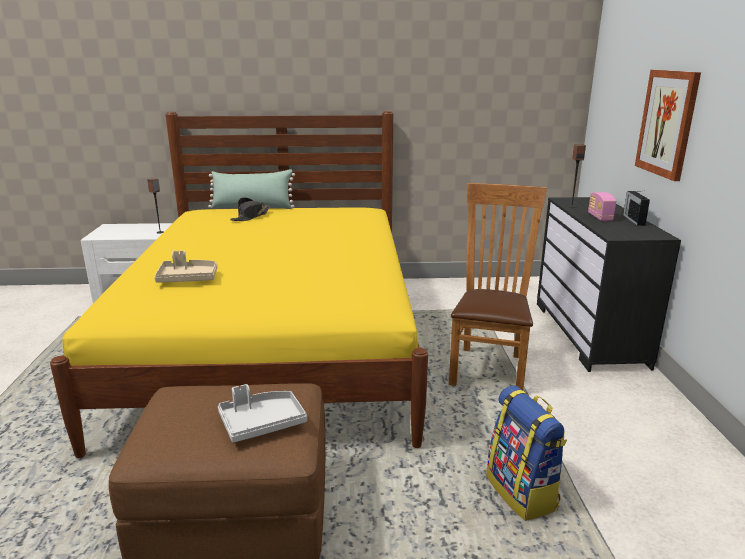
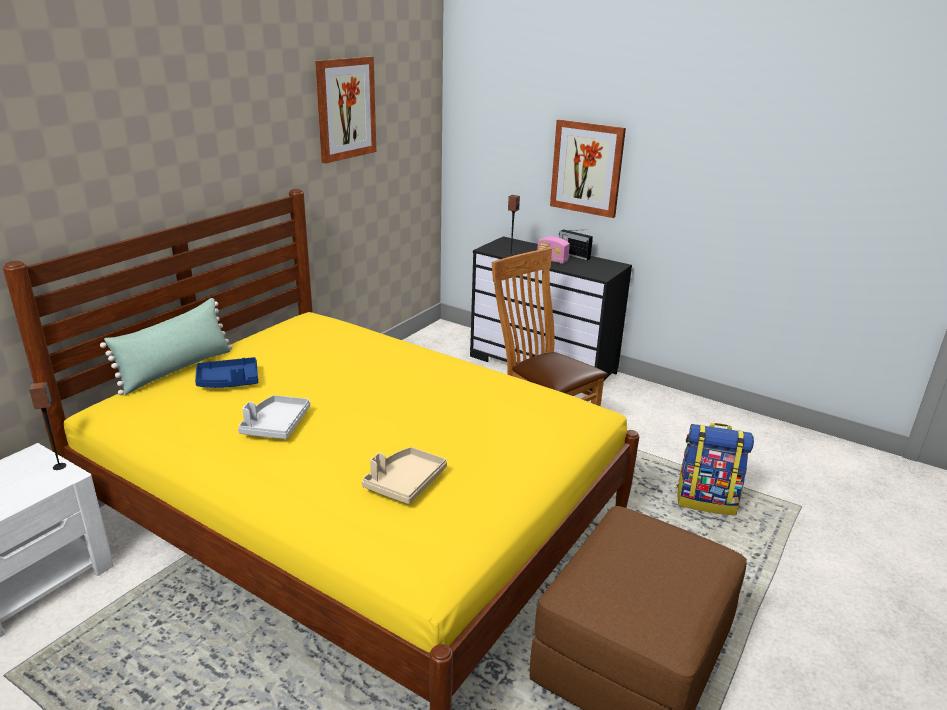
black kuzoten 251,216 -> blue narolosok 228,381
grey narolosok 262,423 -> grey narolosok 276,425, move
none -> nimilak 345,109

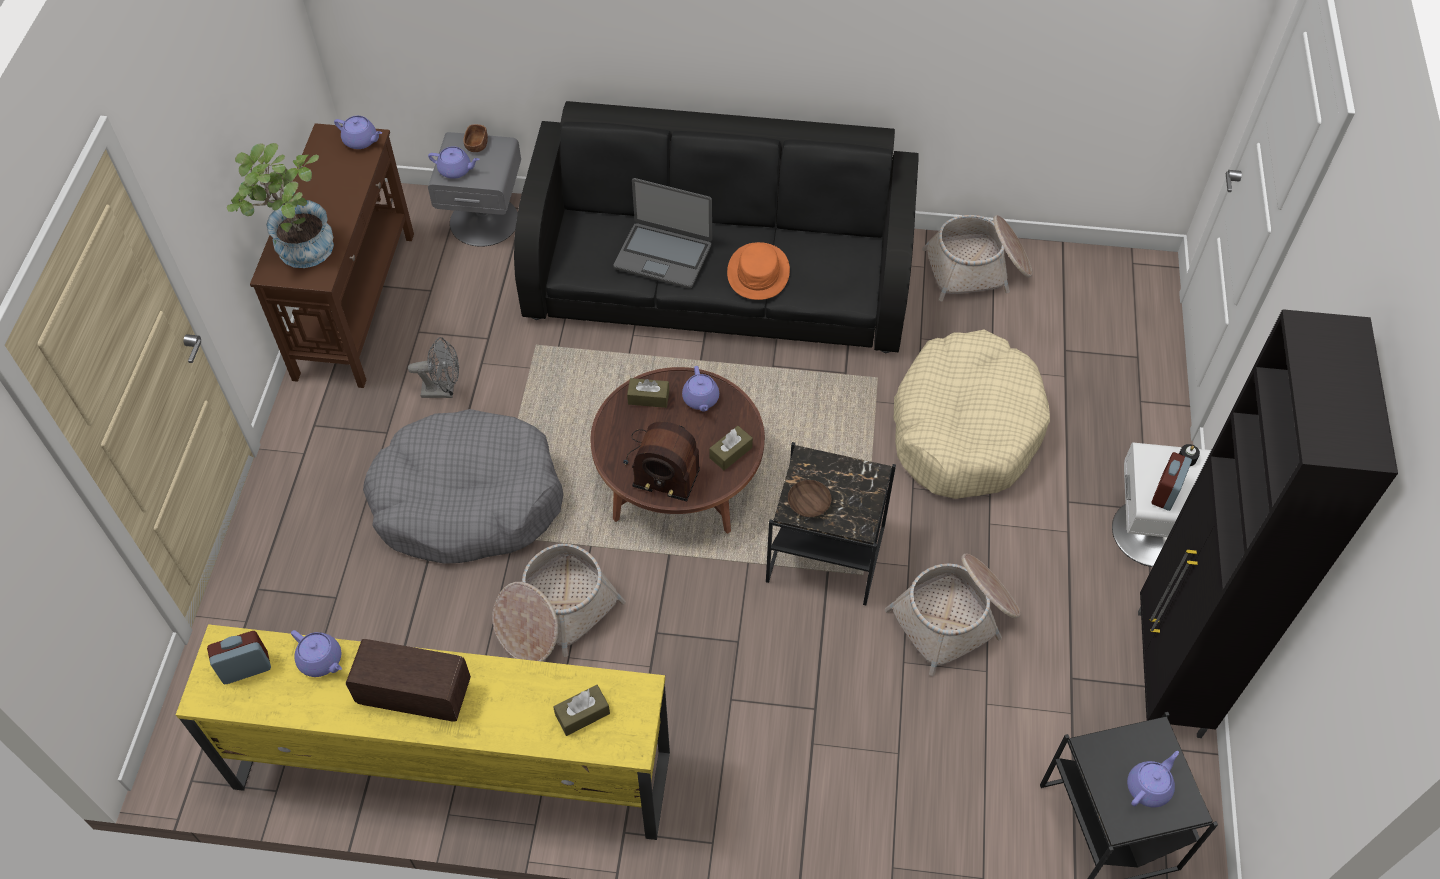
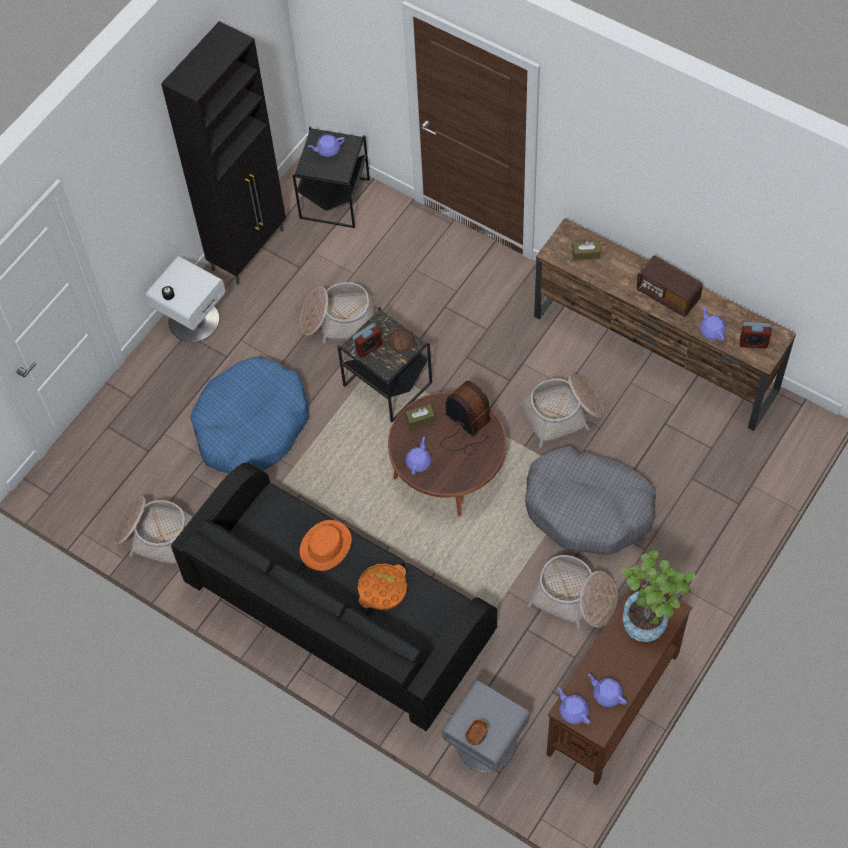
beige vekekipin 965,428 -> blue vekekipin 251,426
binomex 1166,492 -> binomex 368,347, move
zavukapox 663,255 -> orange narolosok 382,589
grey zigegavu 443,390 -> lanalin 574,598
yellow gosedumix 451,769 -> brown gosedumix 655,354
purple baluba 456,170 -> purple baluba 606,694, move
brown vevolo 648,398 -> none

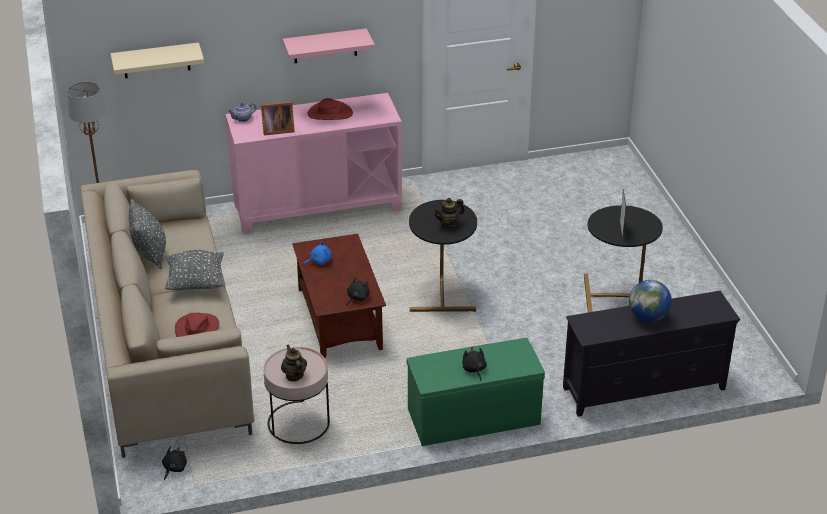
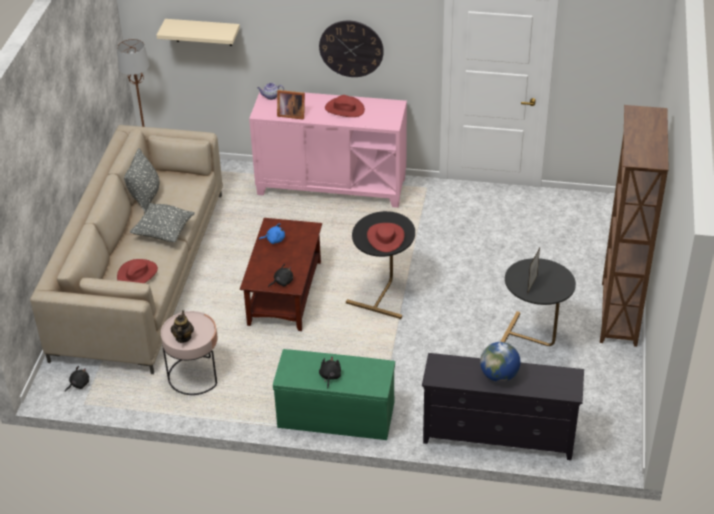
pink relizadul 325,46 -> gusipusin 351,48
baluba 448,224 -> red kuzoten 385,237
none -> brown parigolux 618,314

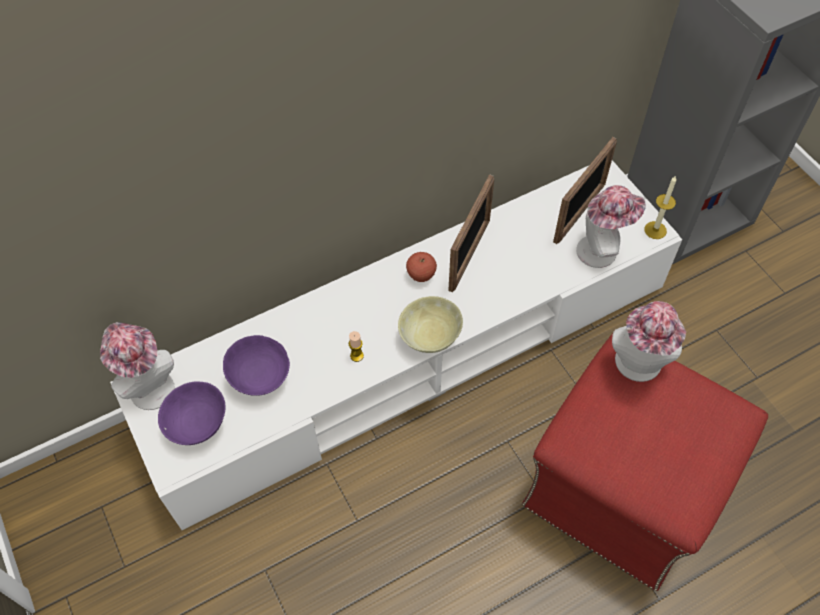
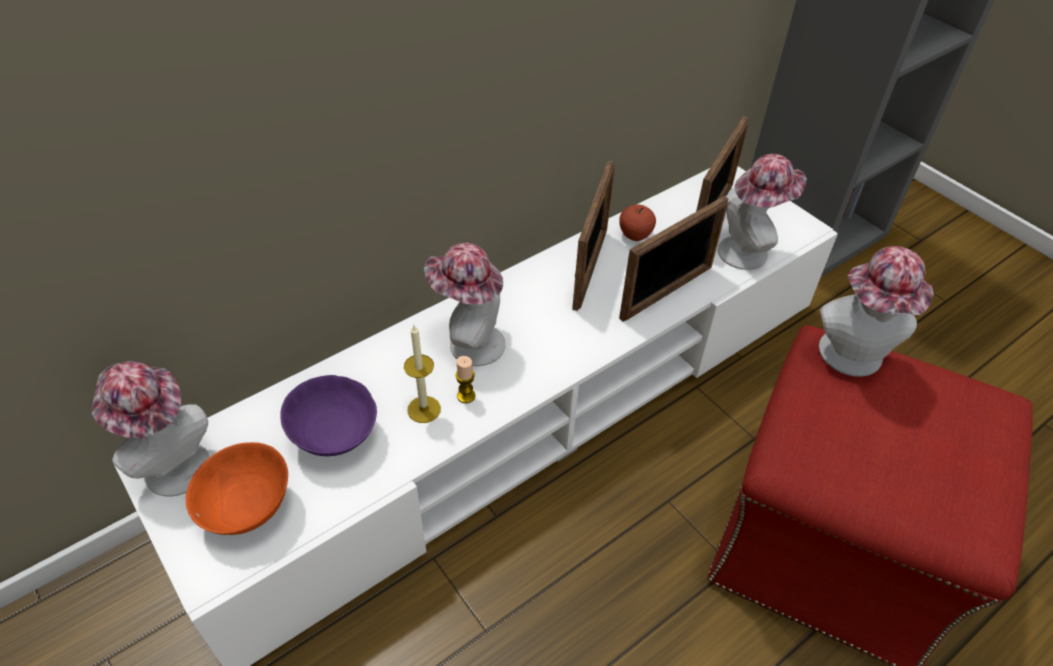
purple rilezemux 197,425 -> orange rilezemux 247,509
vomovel 655,230 -> vomovel 424,409, move
none -> kuzoten 469,343
none -> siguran 667,292
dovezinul 421,275 -> dovezinul 635,235, move
beige rilezemux 429,337 -> none

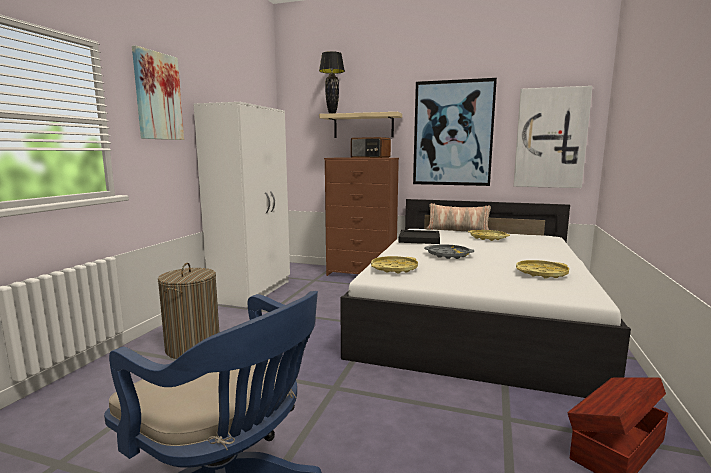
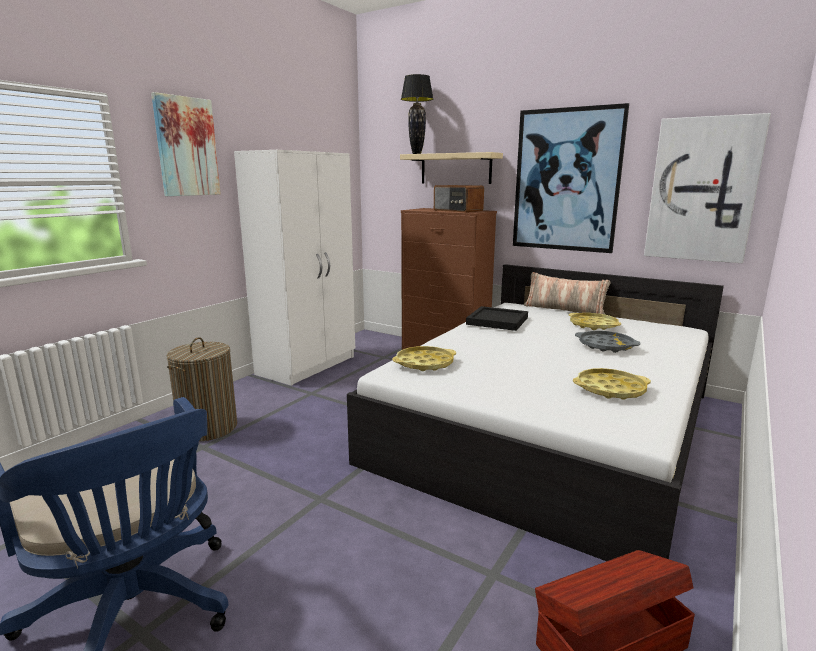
grey narolosok 448,255 -> grey narolosok 606,346, move

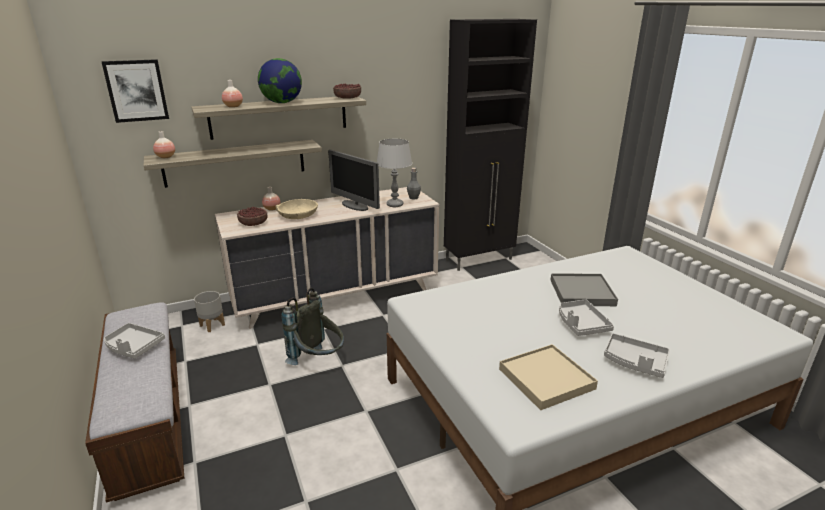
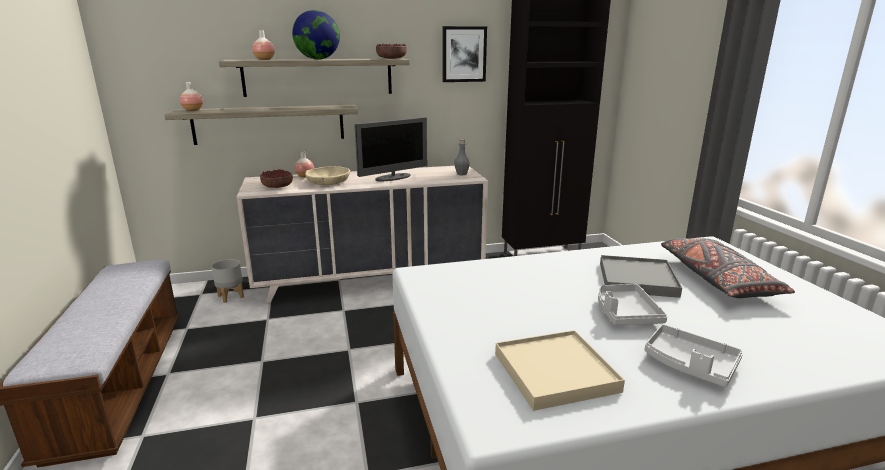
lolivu 355,206 -> lolivu 393,177, 90 degrees counterclockwise
nimilak 136,90 -> nimilak 464,54, move
none -> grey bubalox 716,279
grey narolosok 133,347 -> none
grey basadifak 318,361 -> none
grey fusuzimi 395,205 -> none

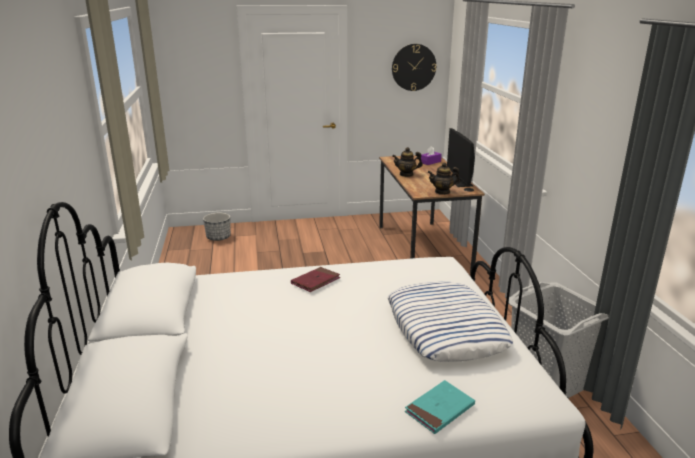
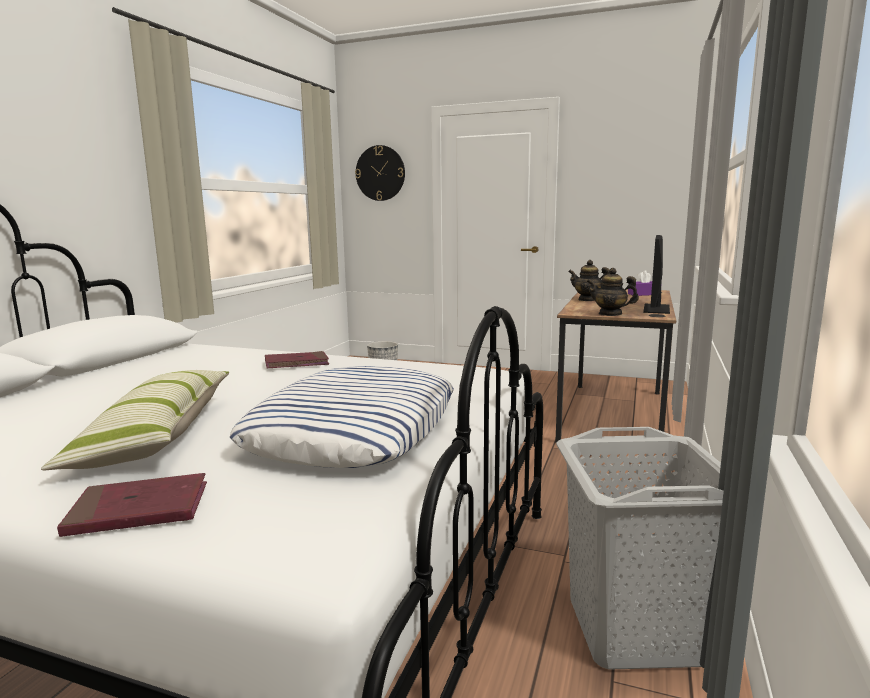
none -> bubalox 156,436
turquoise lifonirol 439,409 -> red lifonirol 139,510
gusipusin 413,67 -> gusipusin 380,173, move

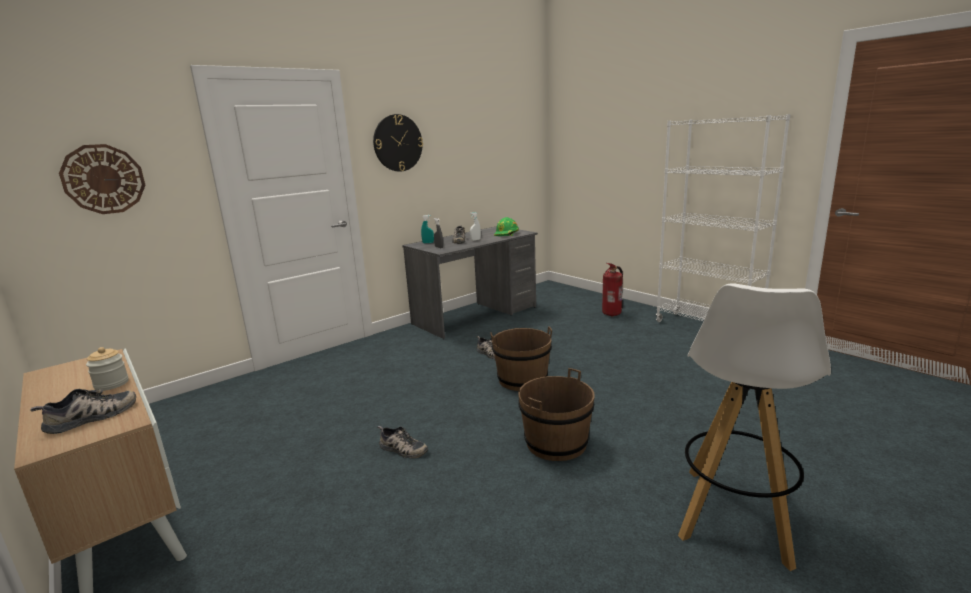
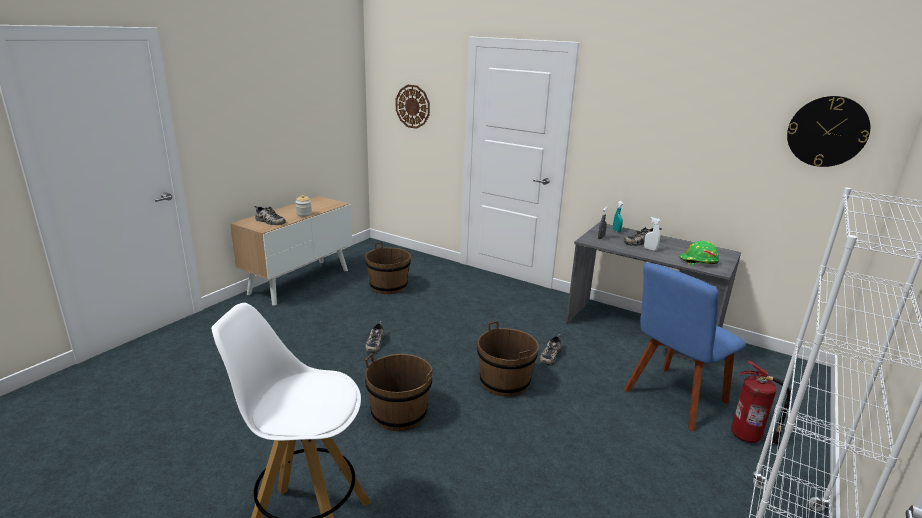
none -> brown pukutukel 388,286
none -> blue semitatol 673,399
gusipusin 398,143 -> gusipusin 827,131, move

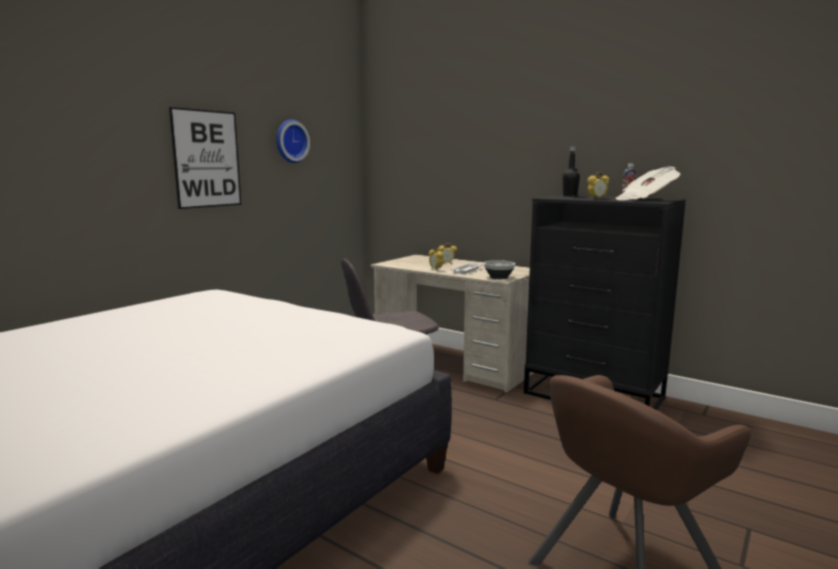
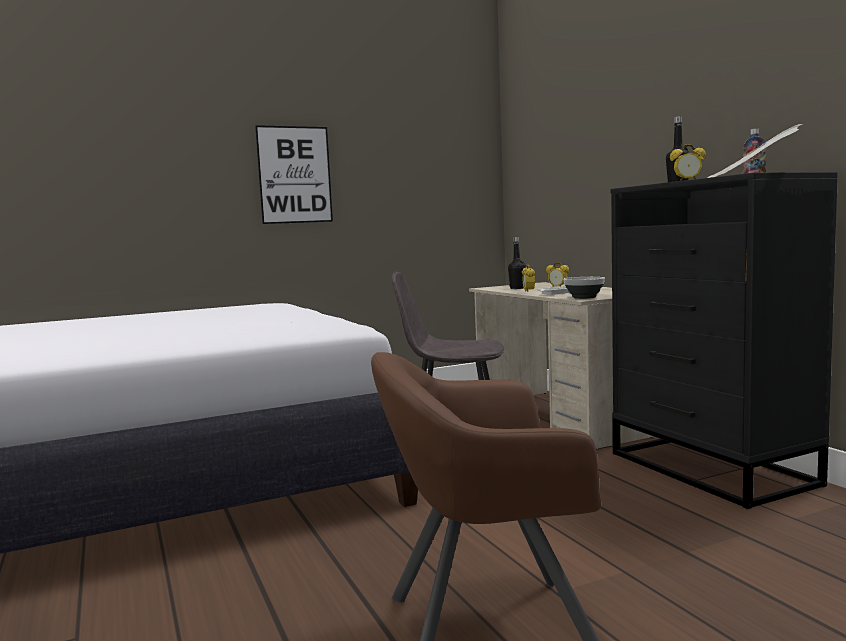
none -> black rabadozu 517,288
gusipusin 290,141 -> none

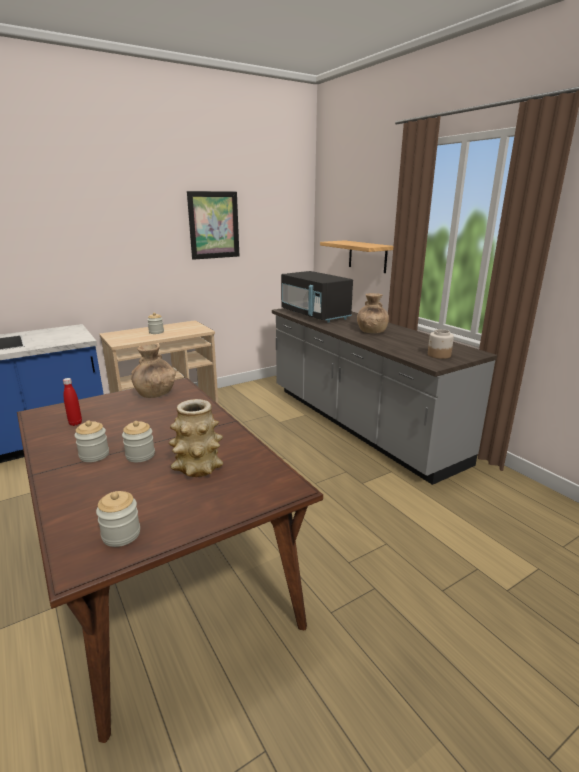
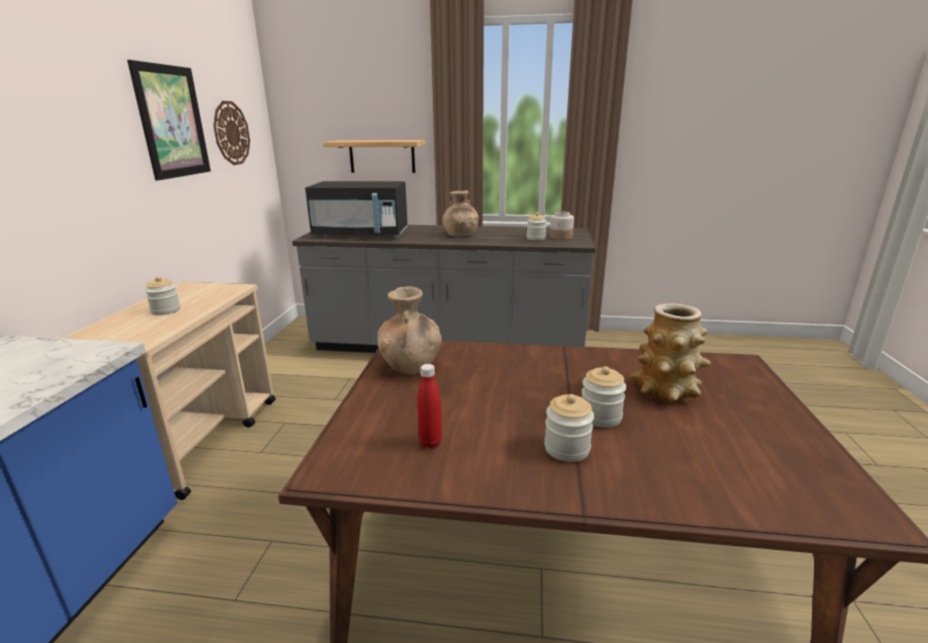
none -> gusipusin 231,133
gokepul 121,534 -> gokepul 536,238, move

